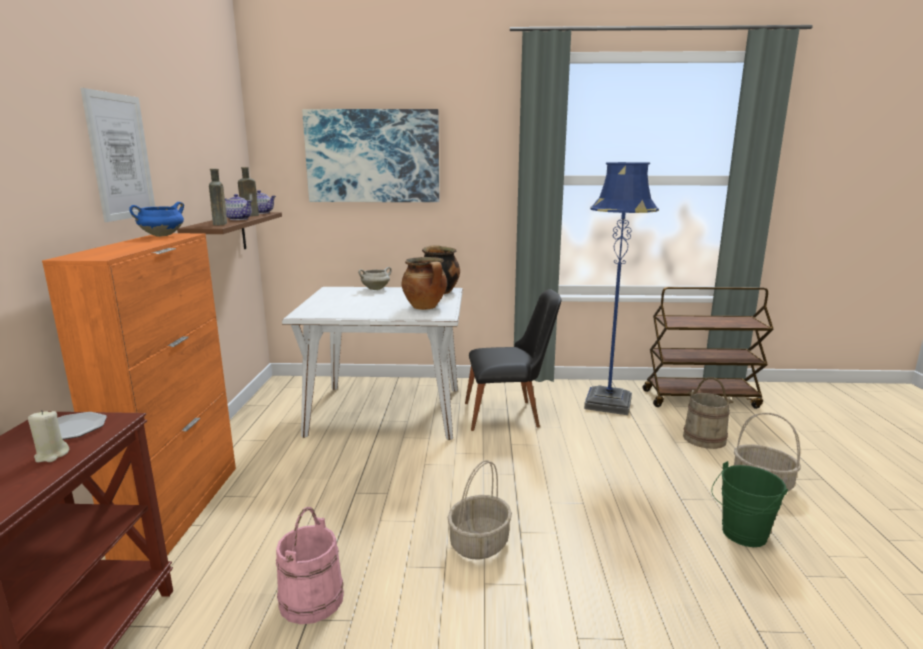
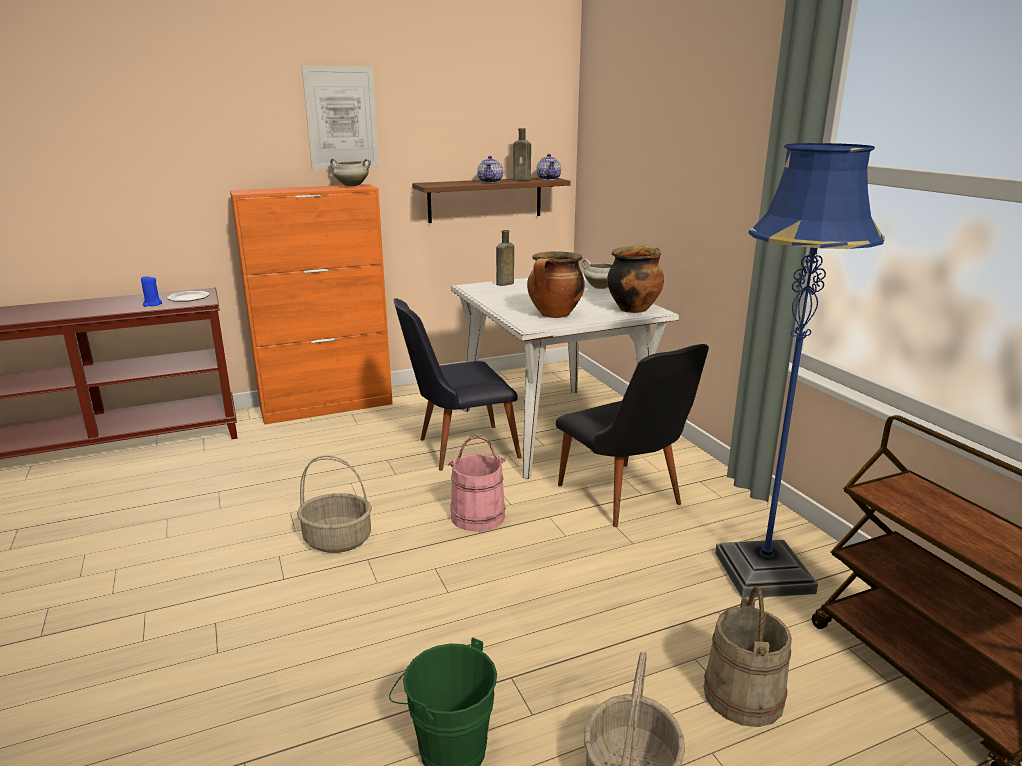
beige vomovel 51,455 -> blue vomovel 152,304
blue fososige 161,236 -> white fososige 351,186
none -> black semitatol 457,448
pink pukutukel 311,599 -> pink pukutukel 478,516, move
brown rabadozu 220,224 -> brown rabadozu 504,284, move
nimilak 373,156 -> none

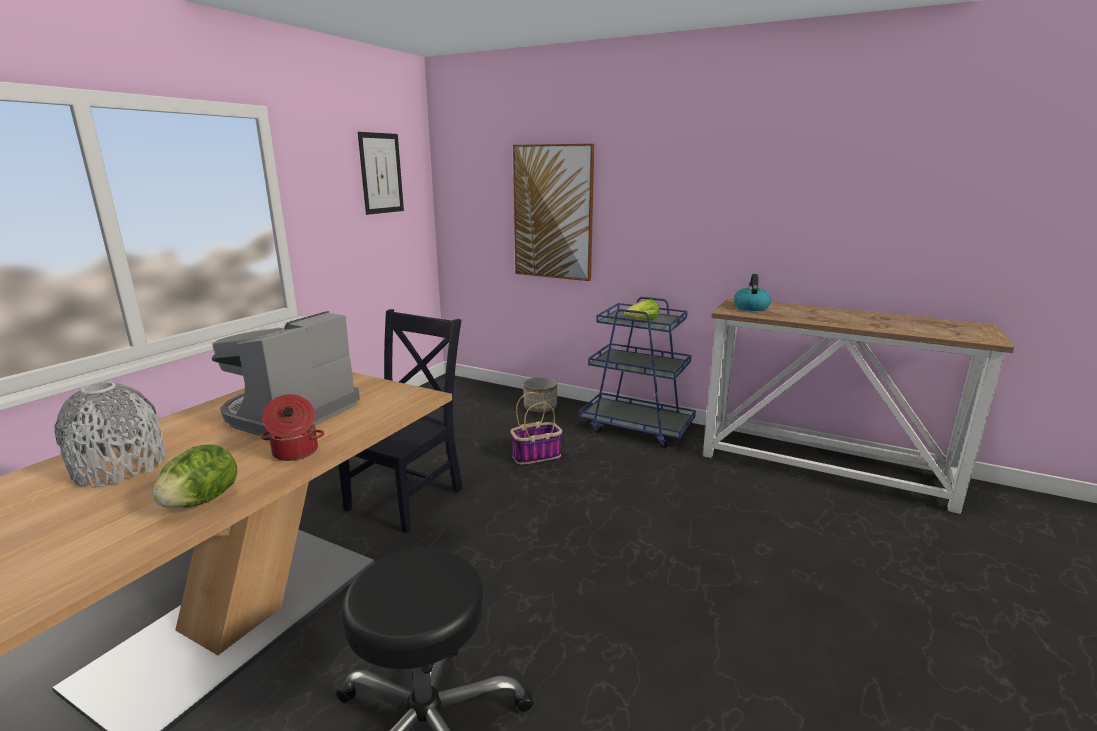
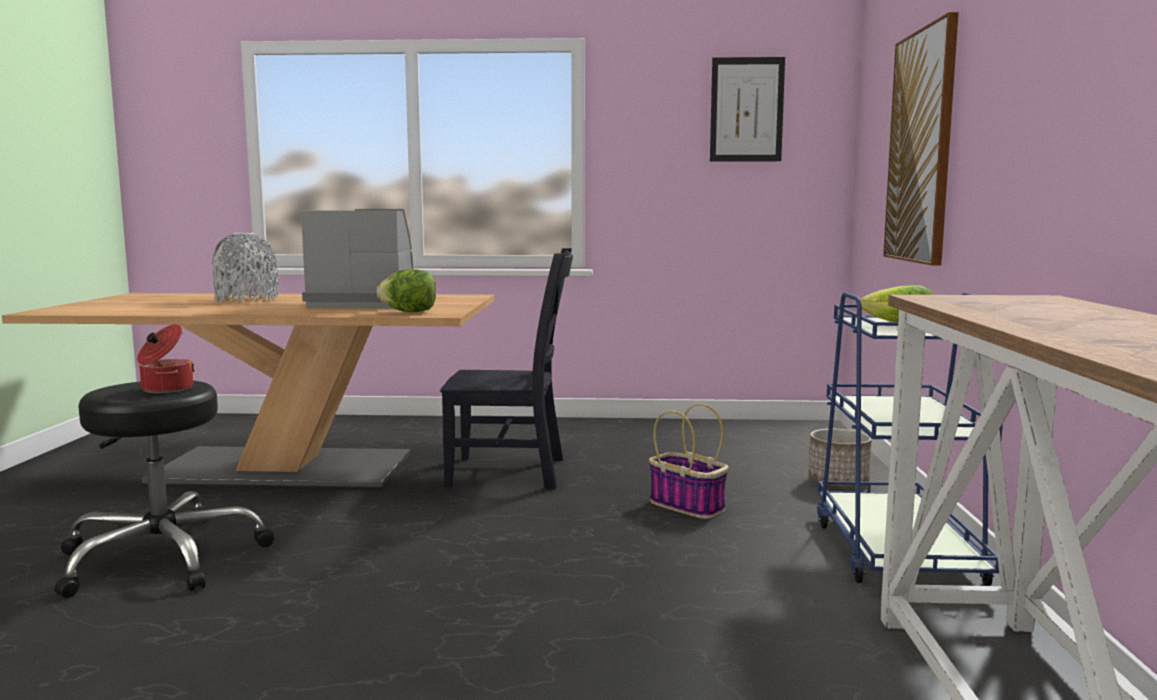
fososige 295,452 -> fososige 166,389, move
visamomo 202,501 -> visamomo 409,312, move
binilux 751,307 -> none

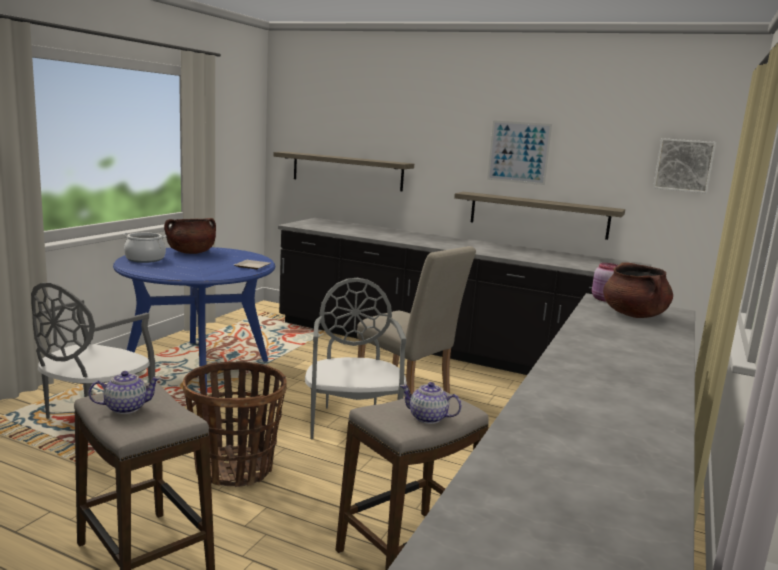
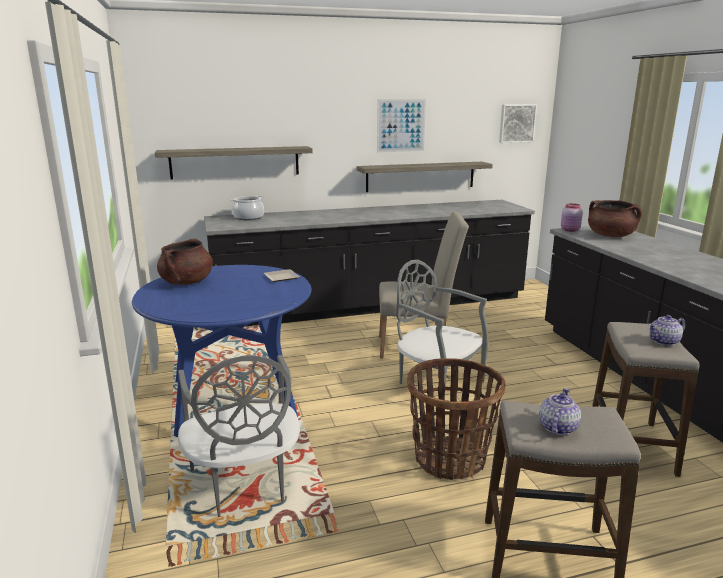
fososige 145,259 -> fososige 248,217, move

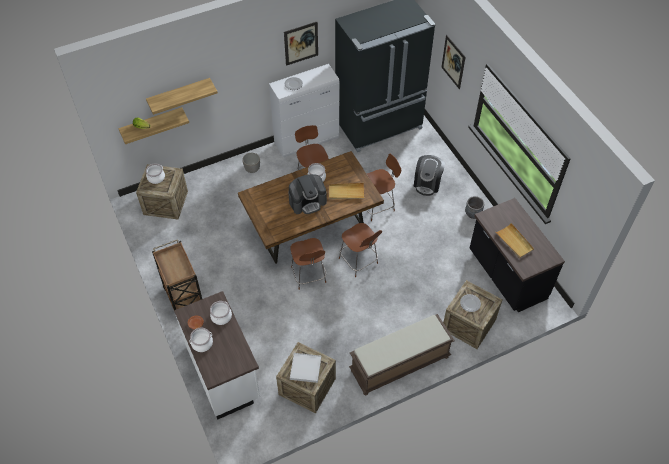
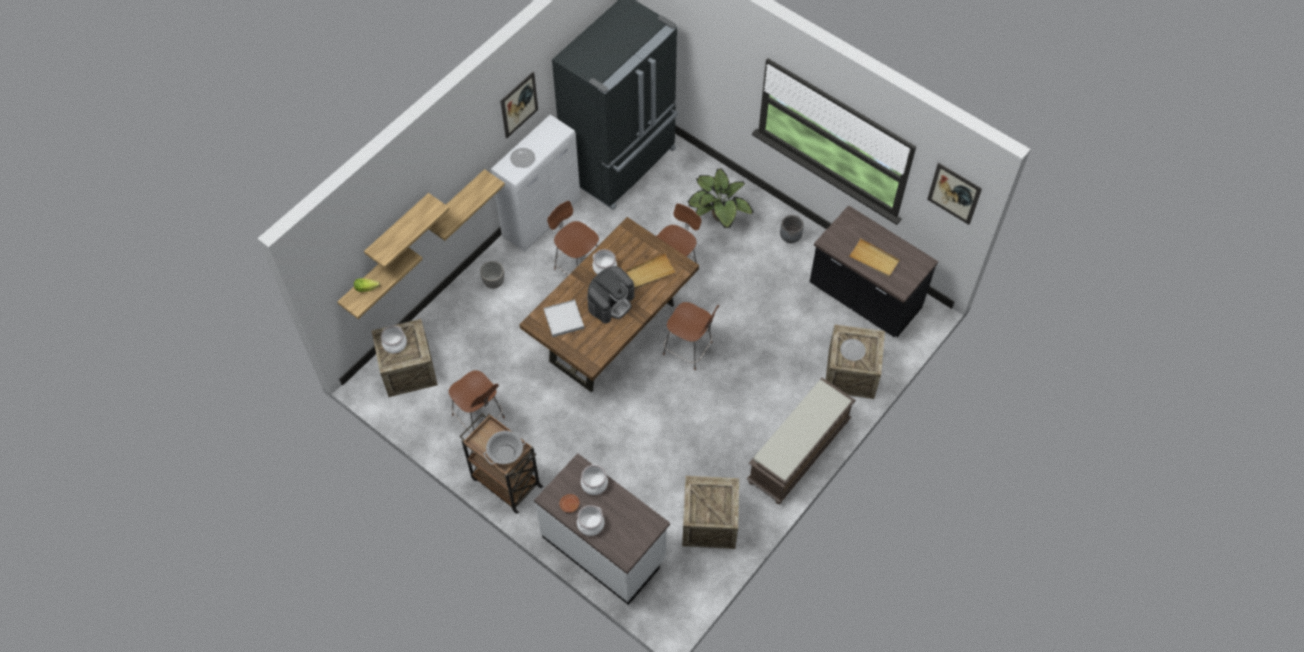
none -> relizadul 456,203
brown semitatol 309,276 -> brown semitatol 479,418, move
none -> fososige 505,453
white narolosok 305,368 -> white narolosok 563,319, move
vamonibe 427,183 -> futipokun 718,218
nimilak 453,62 -> nimilak 954,193, move

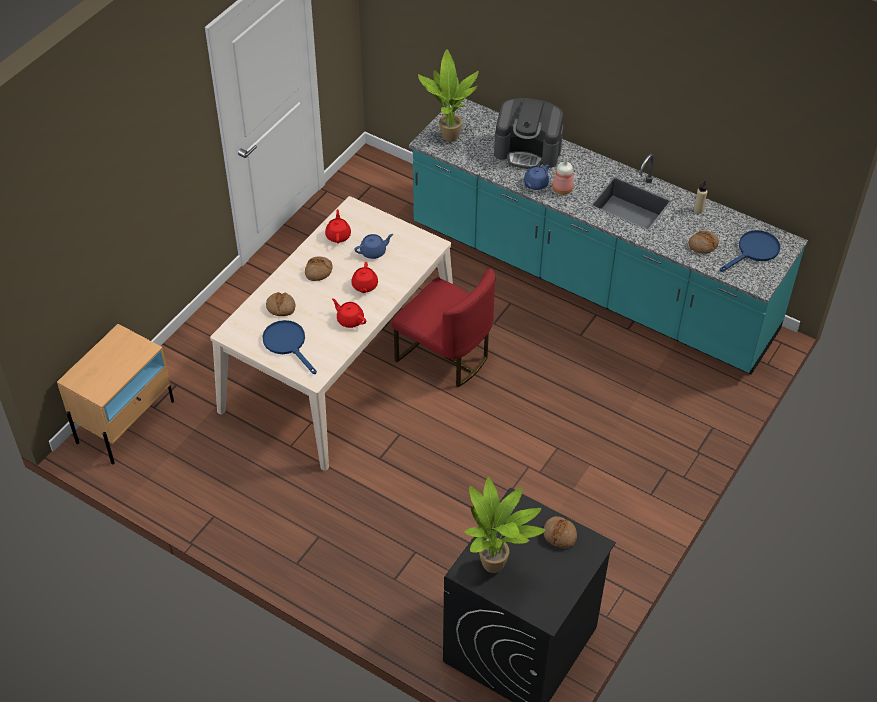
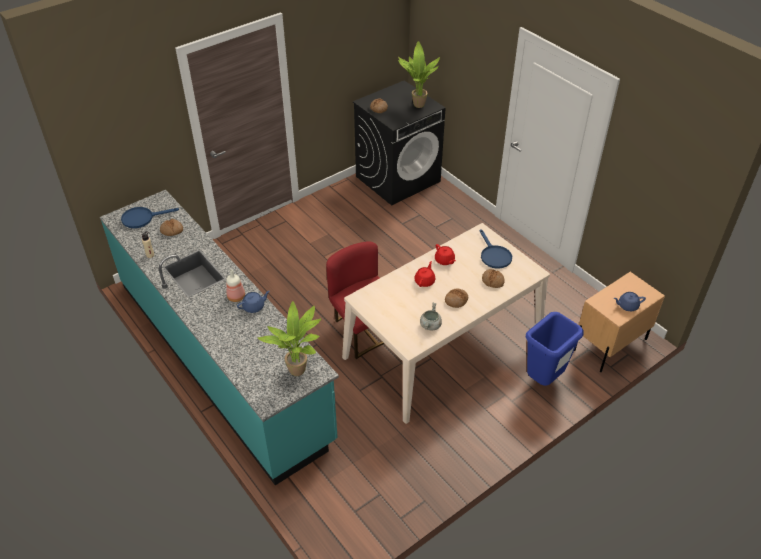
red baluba 338,235 -> grey fososige 430,326
none -> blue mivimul 543,379
blue baluba 373,252 -> blue baluba 627,306, move
vamonibe 528,150 -> none

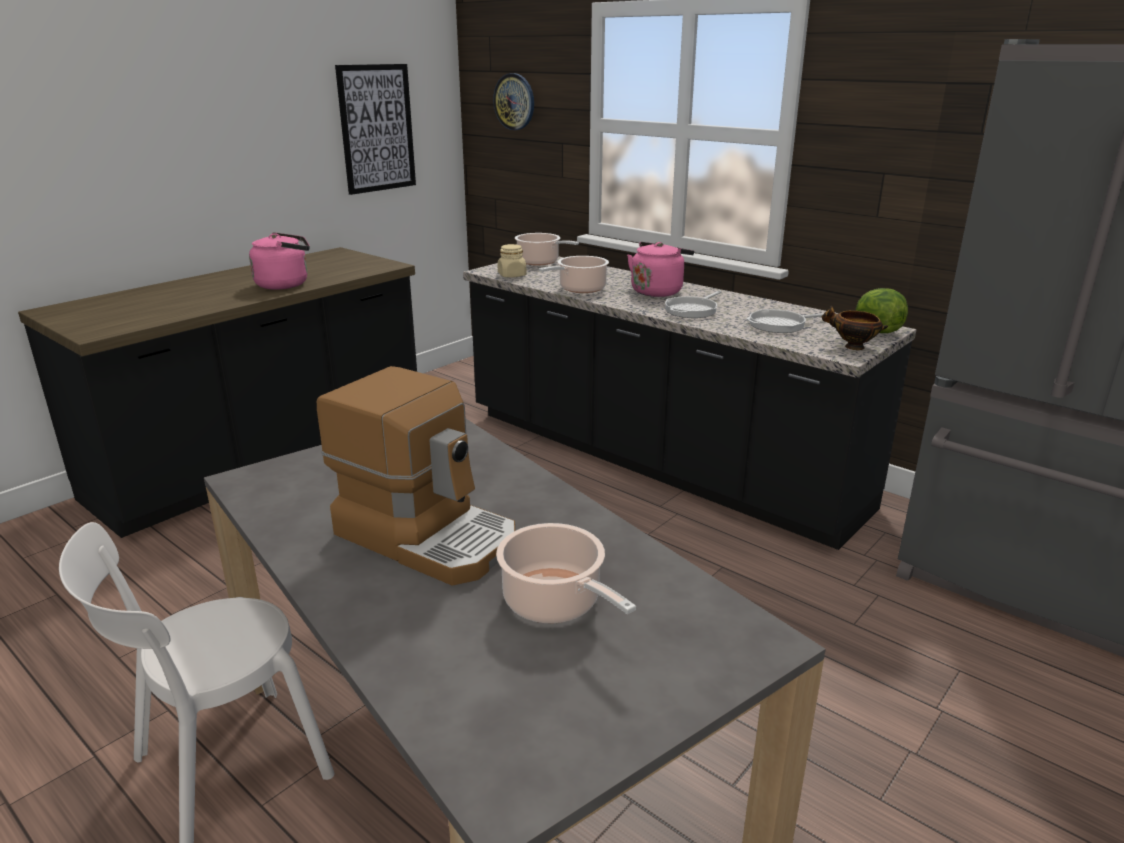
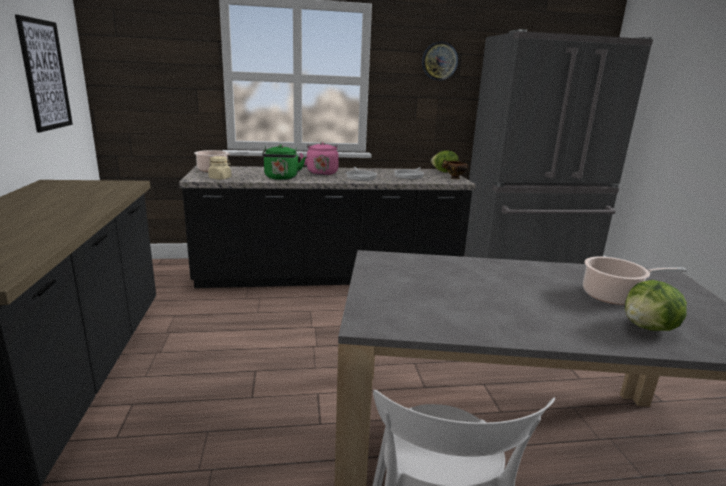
fososige 580,289 -> green binilux 281,178
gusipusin 514,101 -> gusipusin 439,61, move
none -> visamomo 649,328
pink binilux 286,284 -> none
vamonibe 428,536 -> none

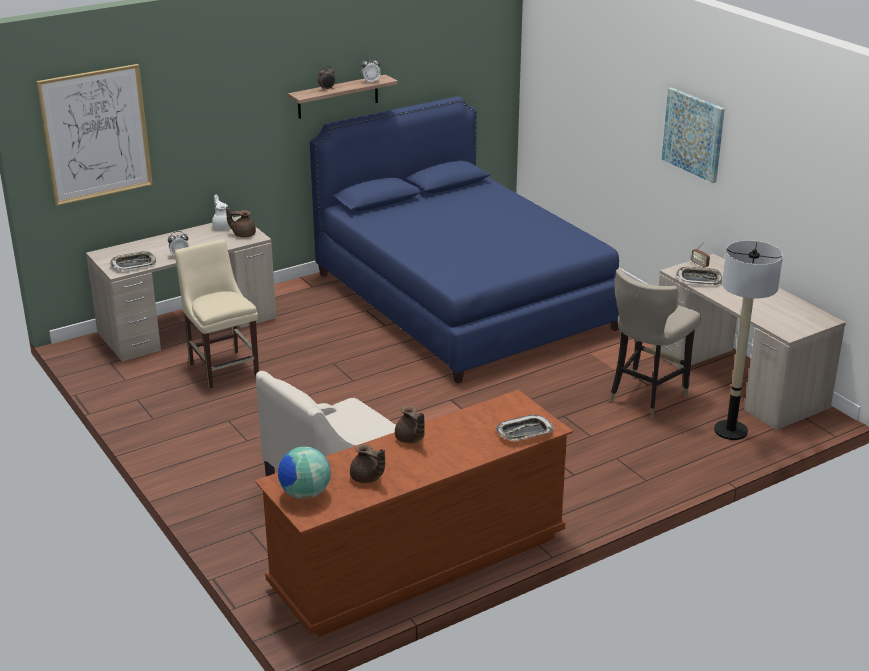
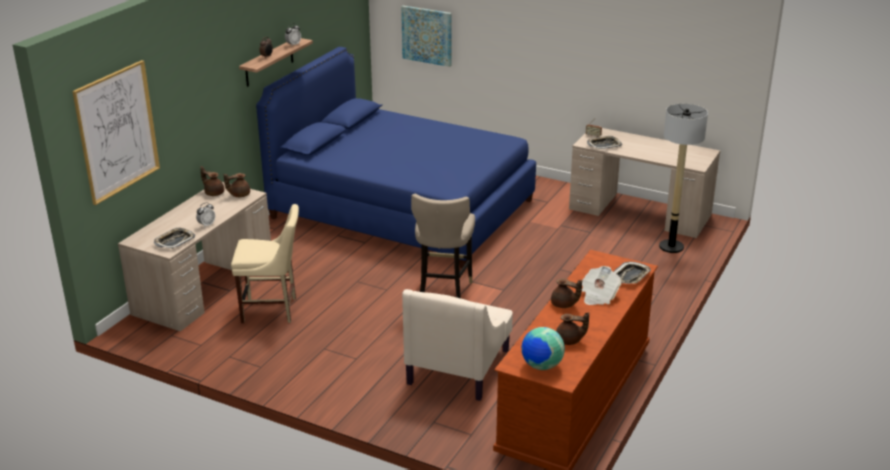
white baluba 223,226 -> brown baluba 214,193
beige semitatol 222,367 -> beige semitatol 272,310, 150 degrees clockwise
nimilak 693,134 -> nimilak 427,35, move
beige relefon 646,396 -> beige relefon 443,292, move
none -> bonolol 598,296

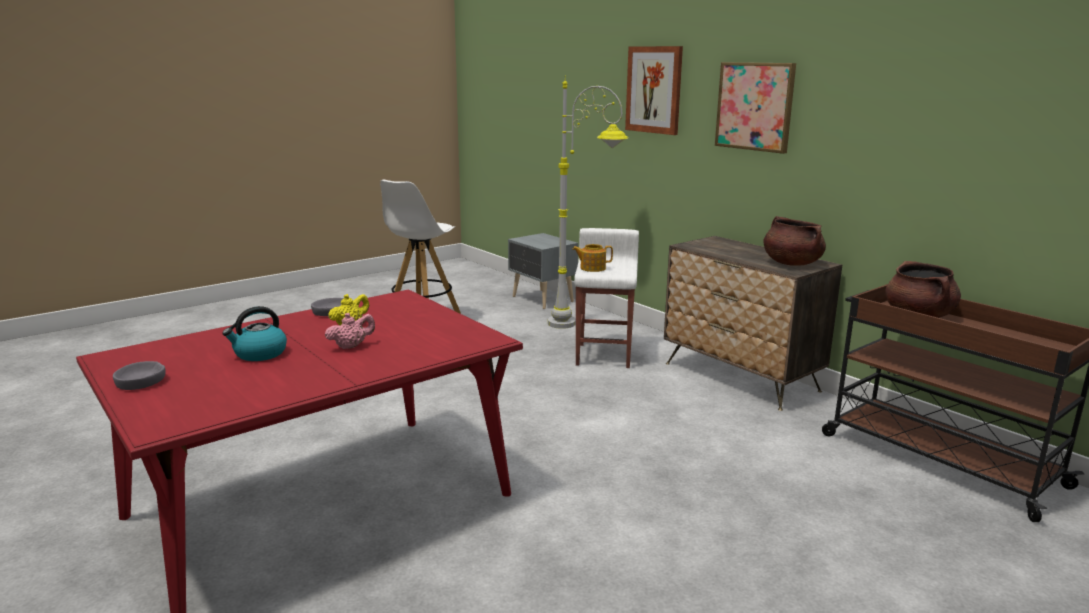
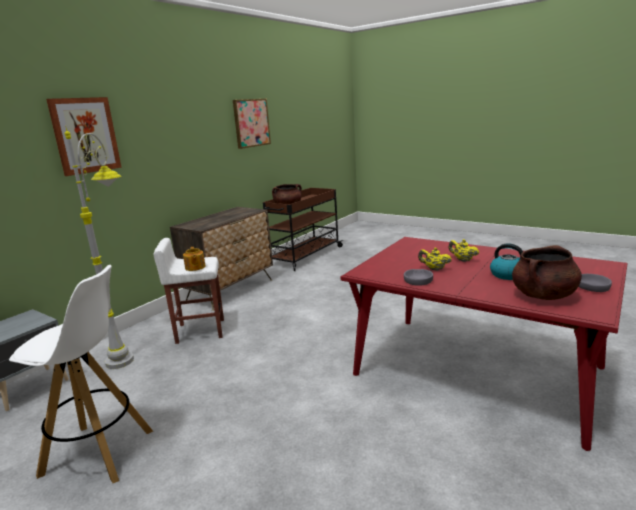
nimilak 755,106 -> nimilak 251,123, move
pink baluba 351,346 -> yellow baluba 462,260
brown fososige 791,263 -> brown fososige 543,295, move

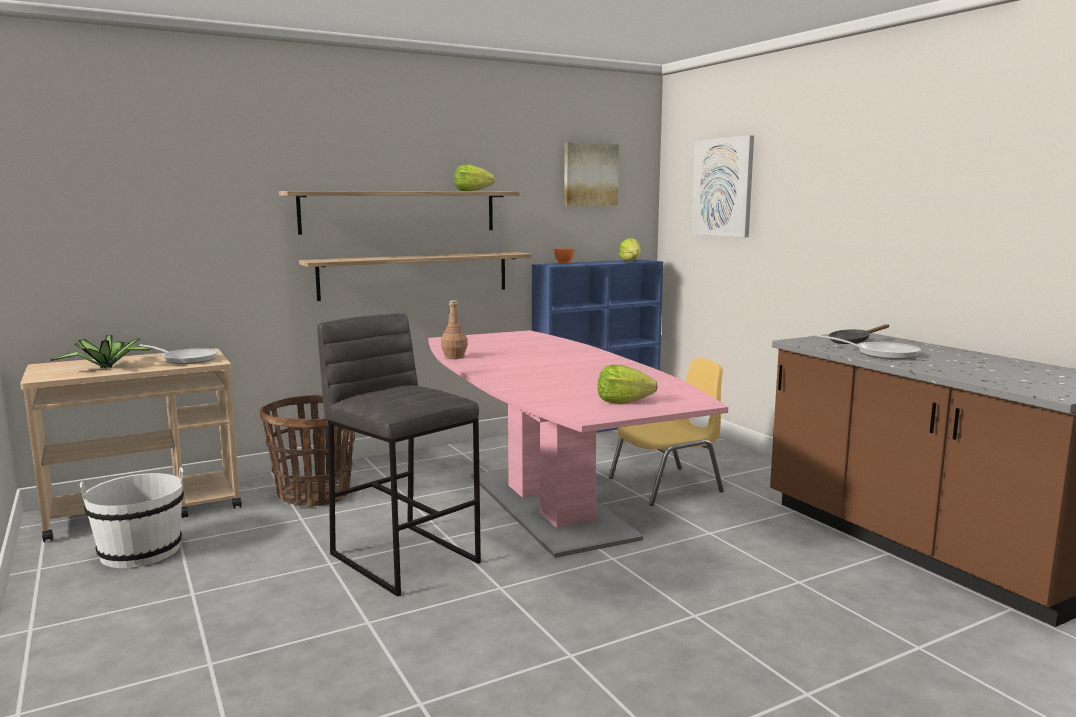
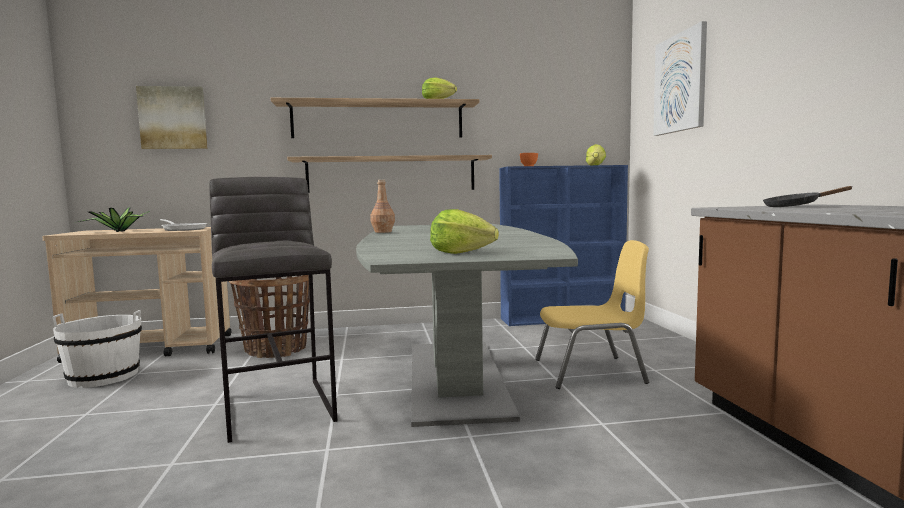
nimilak 590,174 -> nimilak 173,118, move
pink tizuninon 548,505 -> grey tizuninon 455,377
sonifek 881,353 -> none

